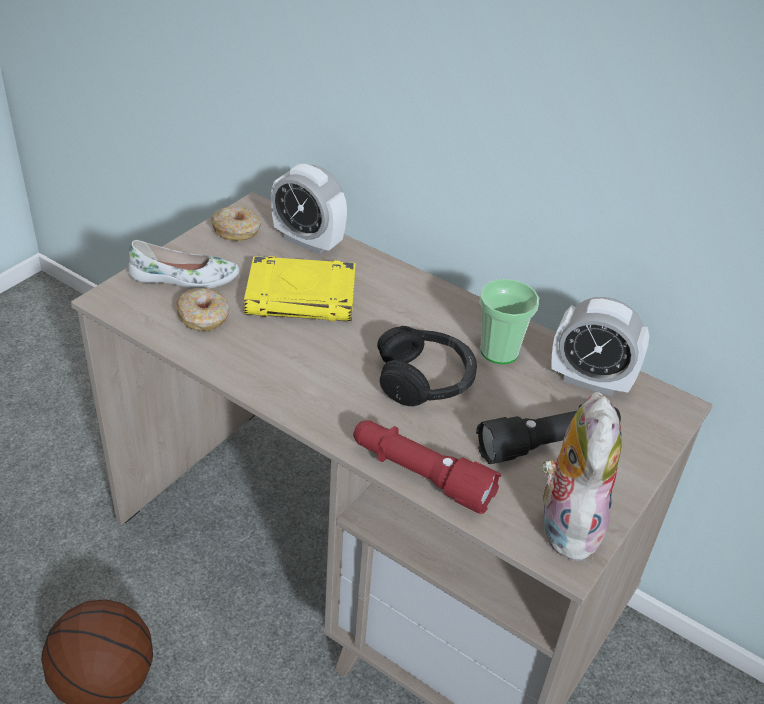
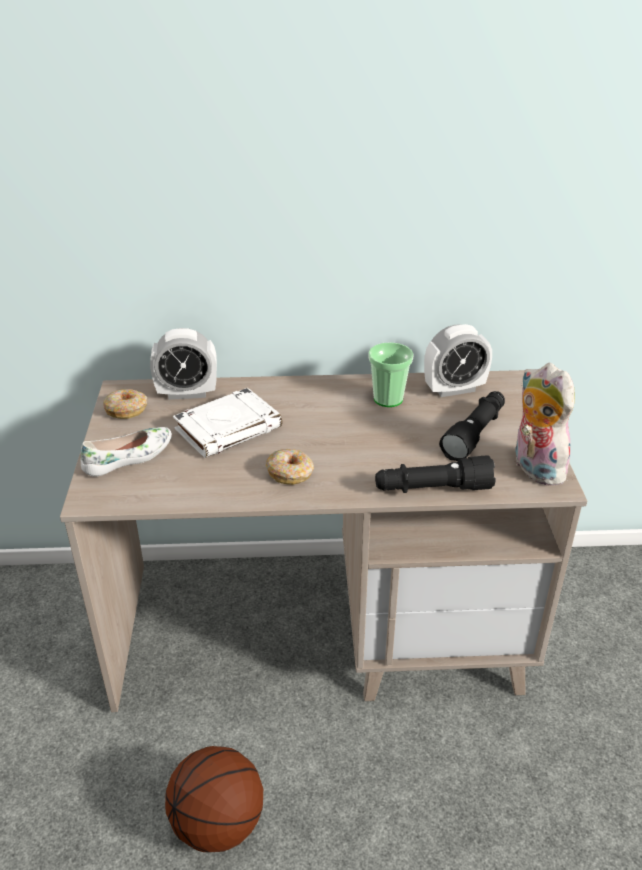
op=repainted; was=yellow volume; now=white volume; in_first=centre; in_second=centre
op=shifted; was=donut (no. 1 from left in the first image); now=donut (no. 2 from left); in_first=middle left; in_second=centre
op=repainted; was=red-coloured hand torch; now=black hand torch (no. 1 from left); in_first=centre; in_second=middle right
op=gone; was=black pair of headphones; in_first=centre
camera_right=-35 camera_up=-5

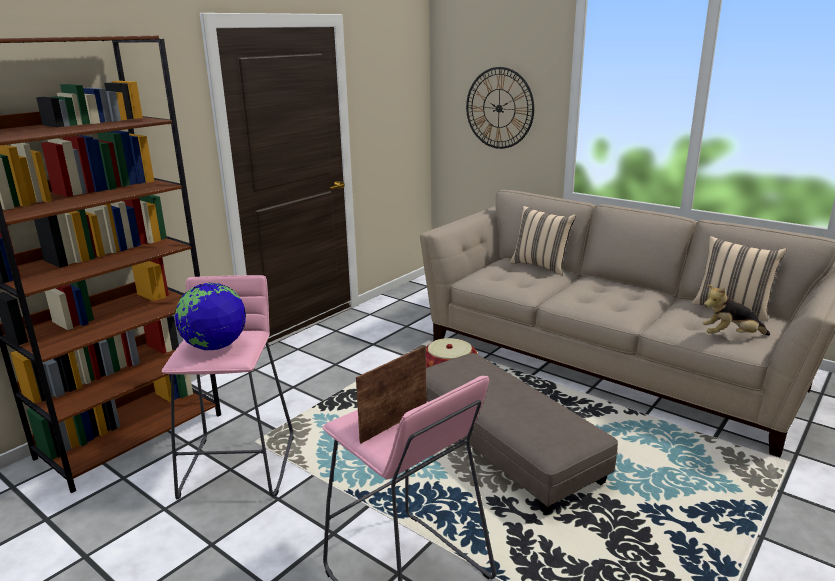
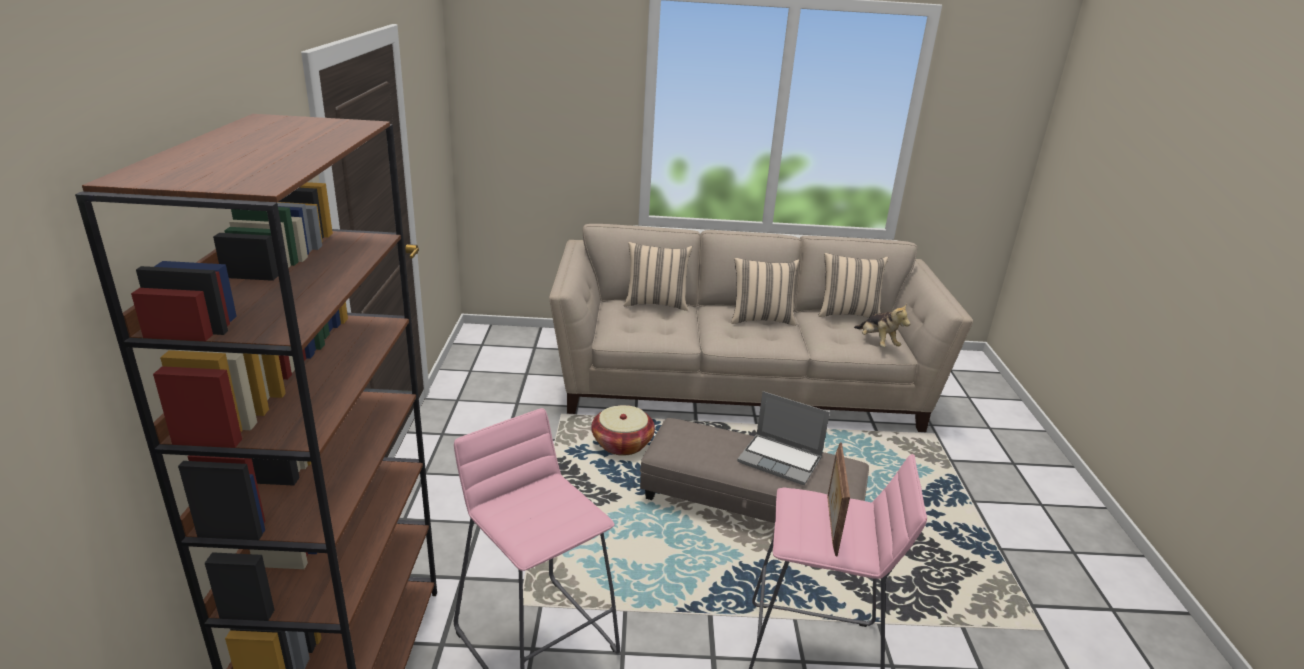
op=new; now=sand-coloured throw pillow (no. 2 from left); in_second=centre
op=new; now=notebook computer; in_second=centre
op=rotated; was=soft toy; in_first=middle right; in_second=middle right; clockwise=-75
op=gone; was=world globe; in_first=middle left
op=gone; was=hanging clock; in_first=top centre
camera_right=-40 camera_up=5

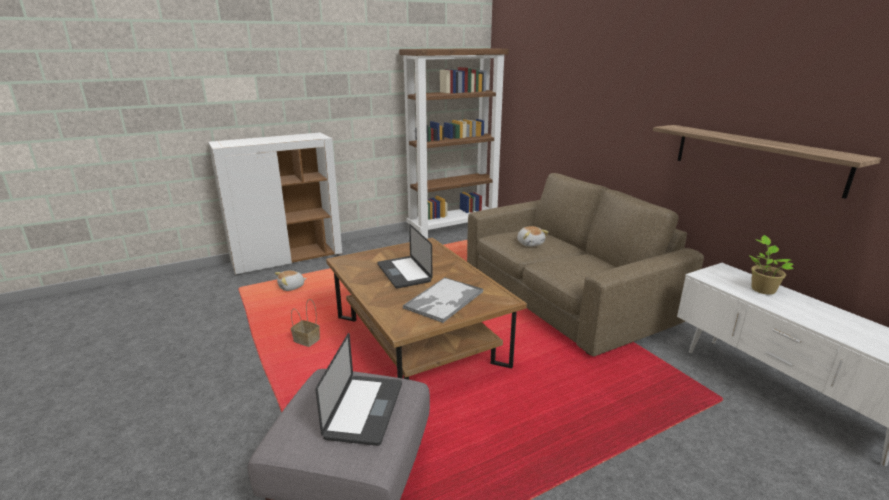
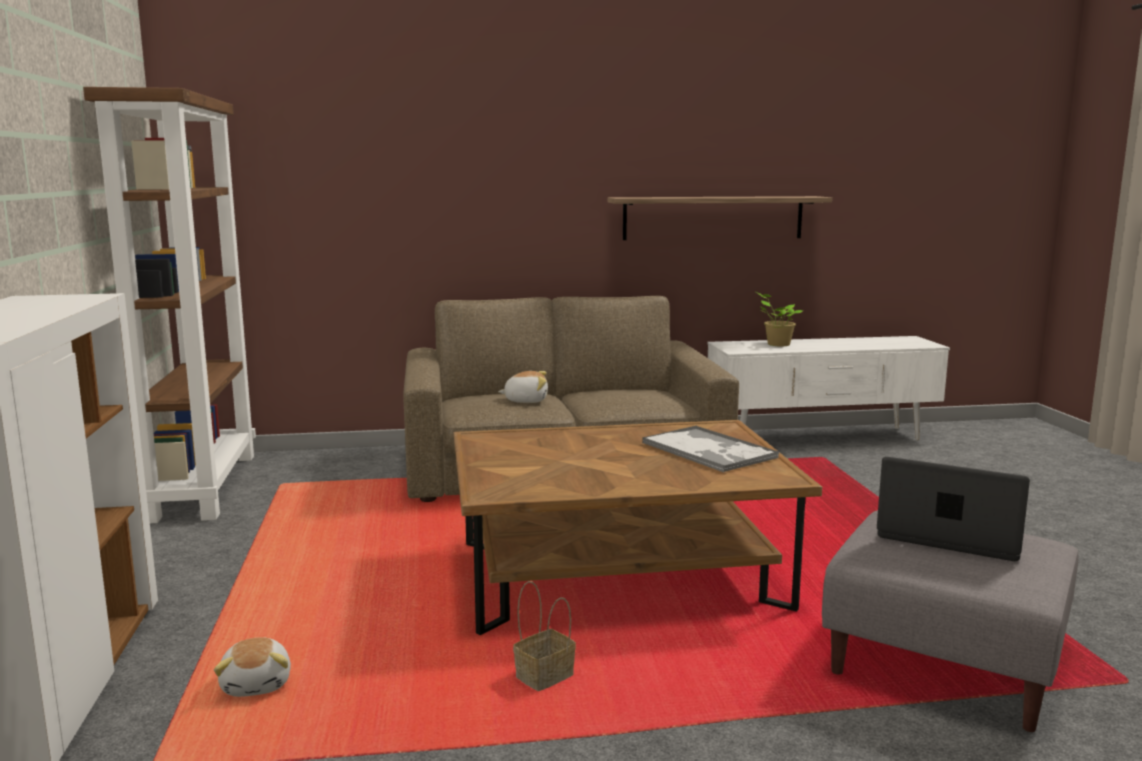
op=gone; was=notebook computer (no. 2 from left); in_first=centre
camera_right=-70 camera_up=-10

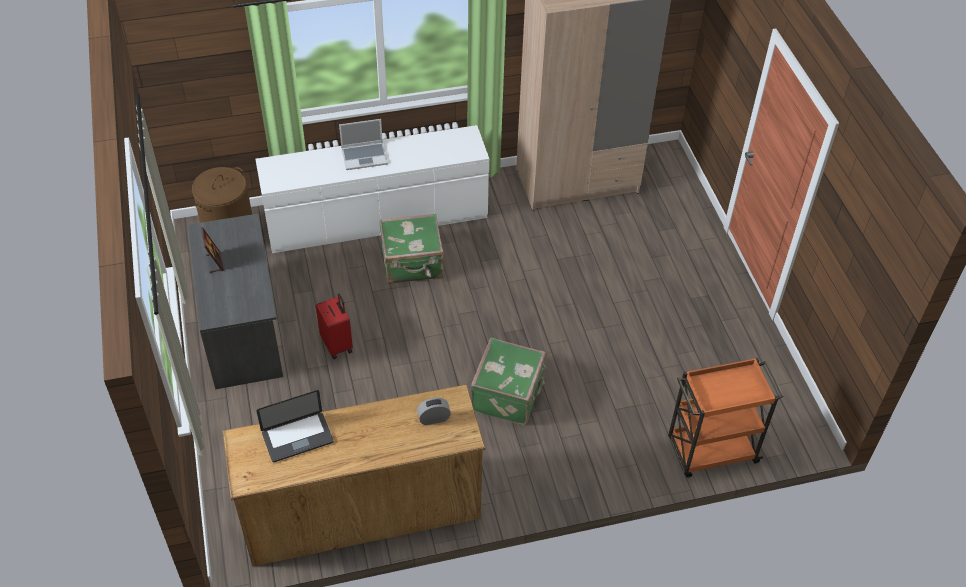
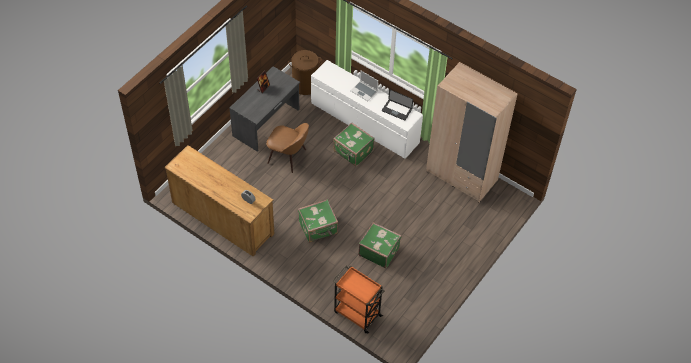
op=swapped; was=red-coloured suitcase; now=brownish plain chair; in_first=centre; in_second=centre
op=new; now=green suitcase (no. 3 from left); in_second=bottom centre
op=shifted; was=notebook computer (no. 1 from left in the first image); now=notebook computer (no. 2 from left); in_first=bottom left; in_second=top centre
camera_right=50 camera_up=5

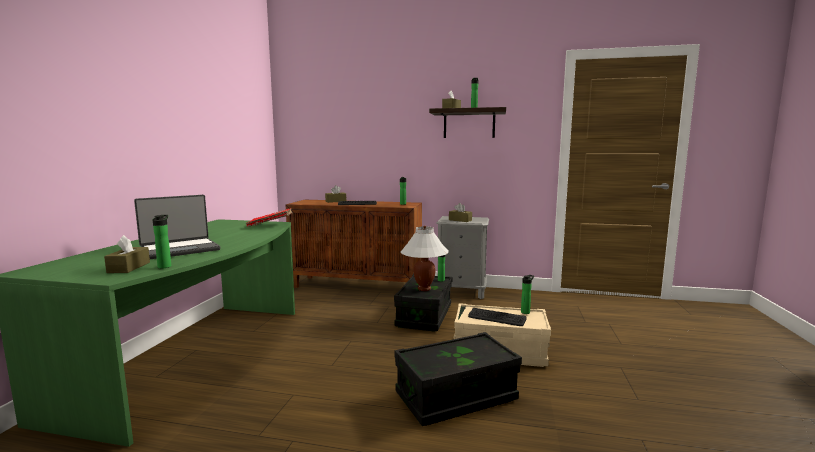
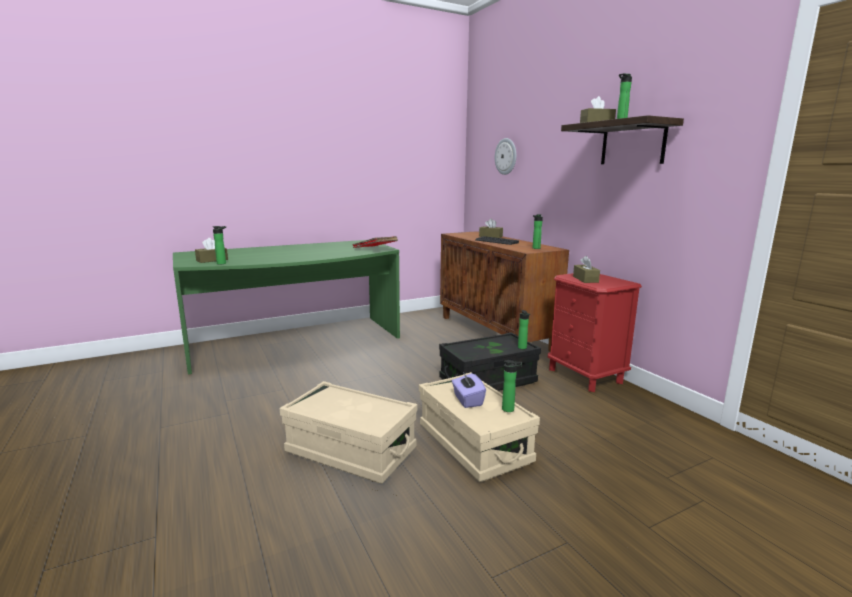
op=repainted; was=black storage container (no. 2 from left); now=sand-coloured storage container (no. 1 from left); in_first=bottom centre; in_second=bottom centre
op=swapped; was=keyboard (no. 2 from left); now=purple box of tissues; in_first=bottom centre; in_second=centre
op=new; now=hanging clock; in_second=top centre
op=repainted; was=gray night table; now=red-coloured night table; in_first=centre; in_second=middle right
op=gone; was=notebook computer; in_first=middle left
op=gone; was=white table lamp; in_first=centre
camera_right=50 camera_up=5

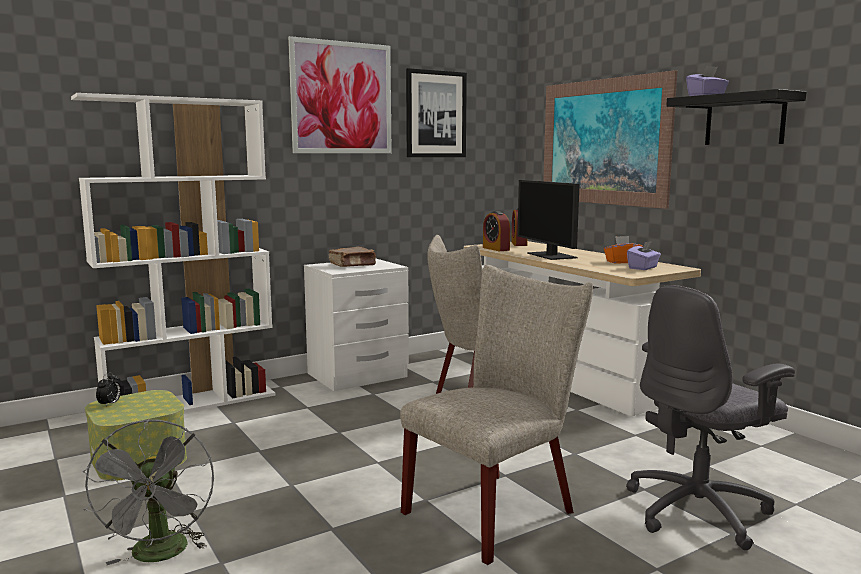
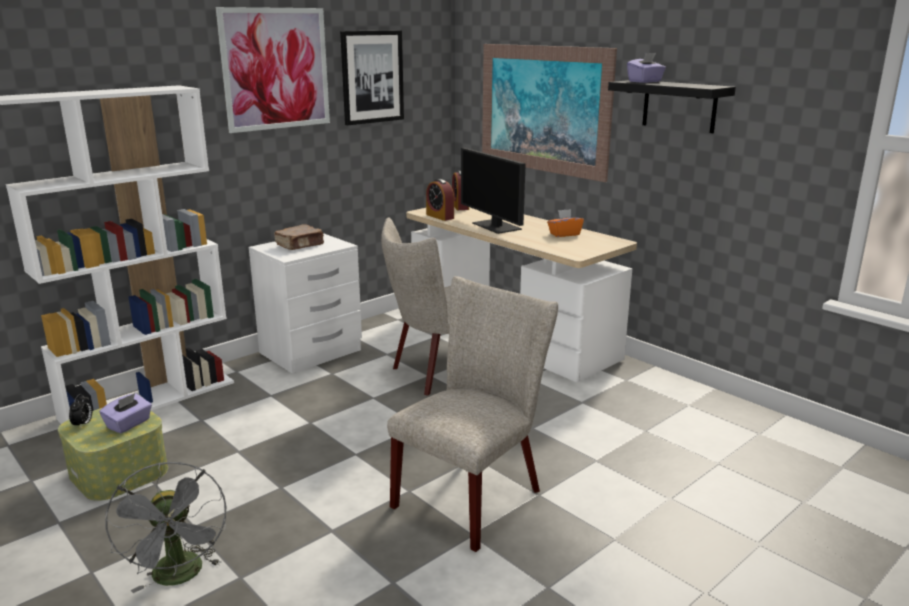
op=shifted; was=purple box of tissues (no. 1 from left); in_first=middle right; in_second=bottom left
op=gone; was=gray desk chair; in_first=bottom right
camera_right=-10 camera_up=10

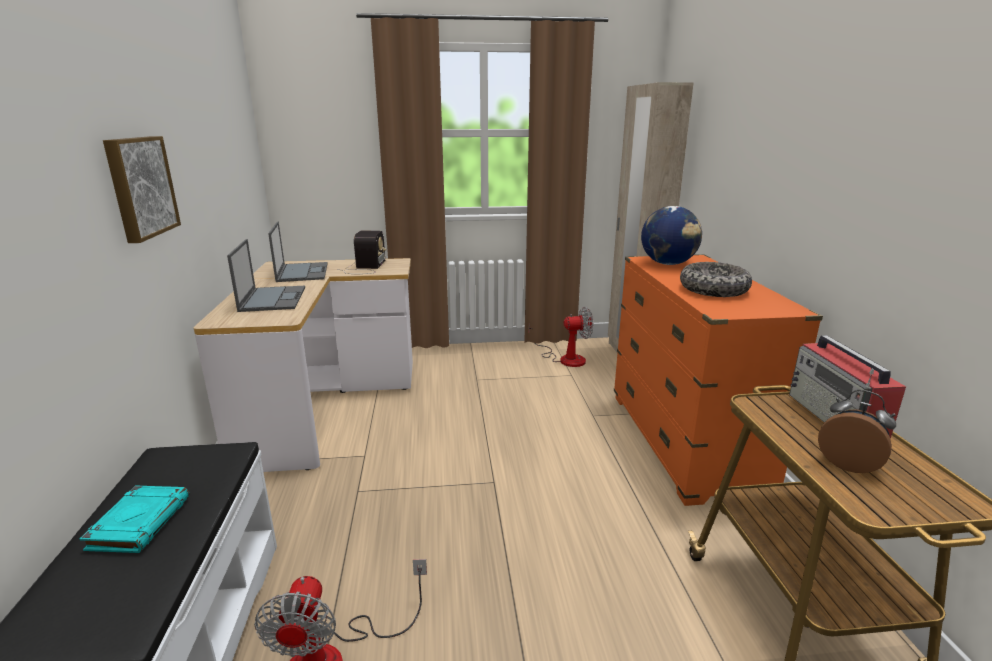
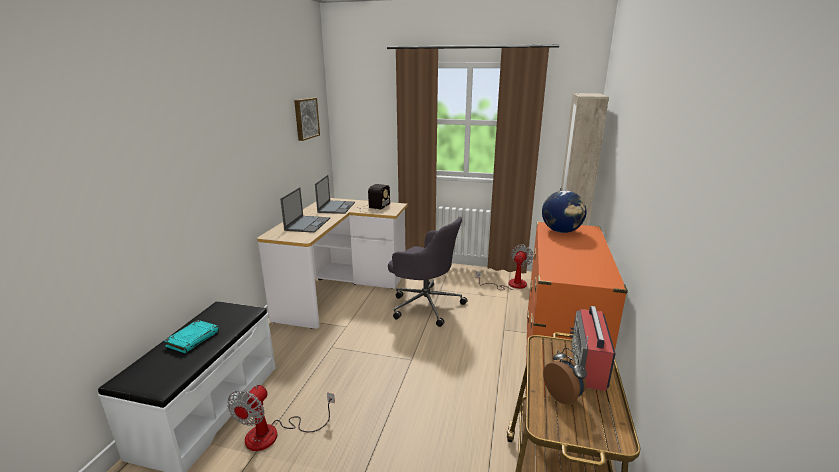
op=shifted; was=picture; in_first=top left; in_second=top centre
op=new; now=gray desk chair; in_second=centre
op=rotated; was=fan (no. 2 from left); in_first=centre; in_second=centre; clockwise=-75
op=gone; was=deep dish; in_first=middle right
camera_right=20 camera_up=0

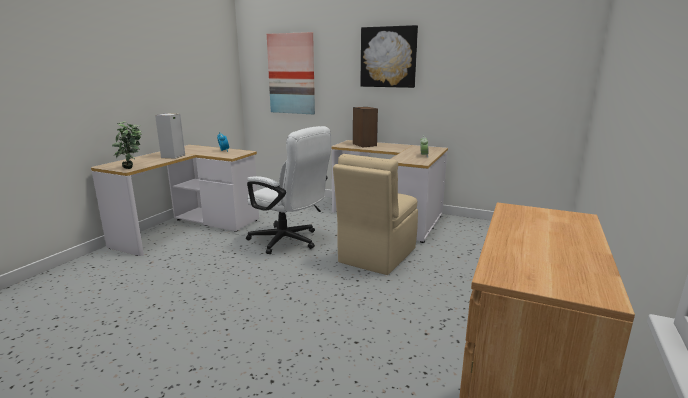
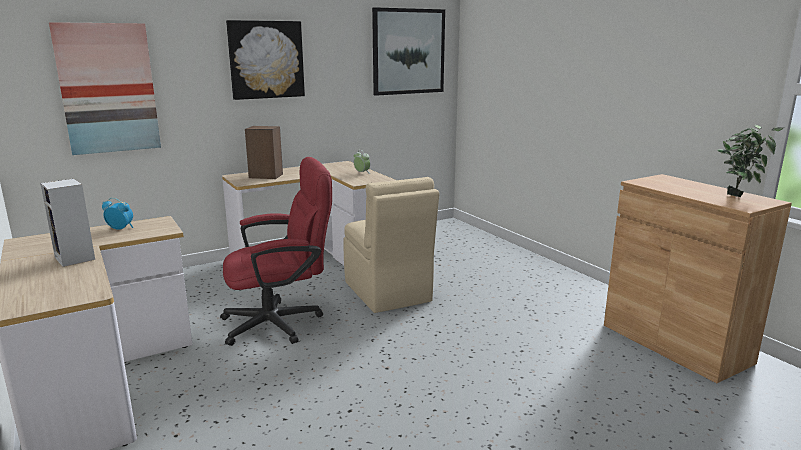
op=repainted; was=white desk chair; now=red-coloured desk chair; in_first=centre; in_second=centre
op=new; now=picture (no. 3 from left); in_second=top centre
op=shifted; was=houseplant; in_first=middle left; in_second=middle right
camera_right=-55 camera_up=0

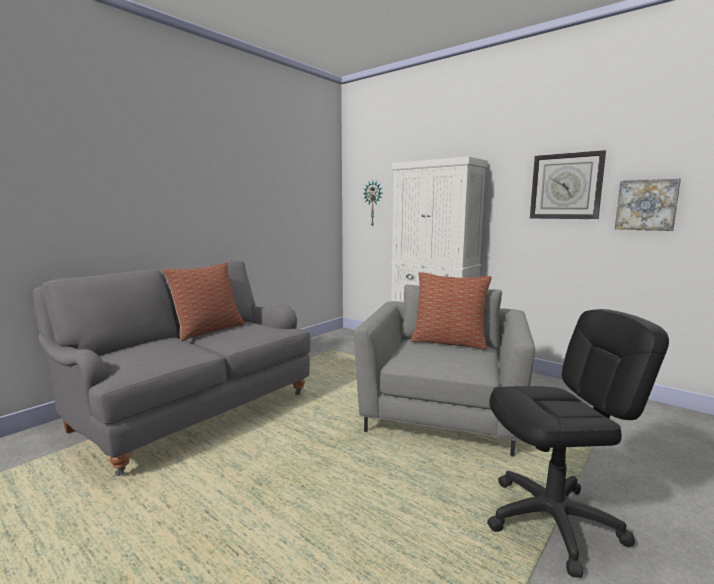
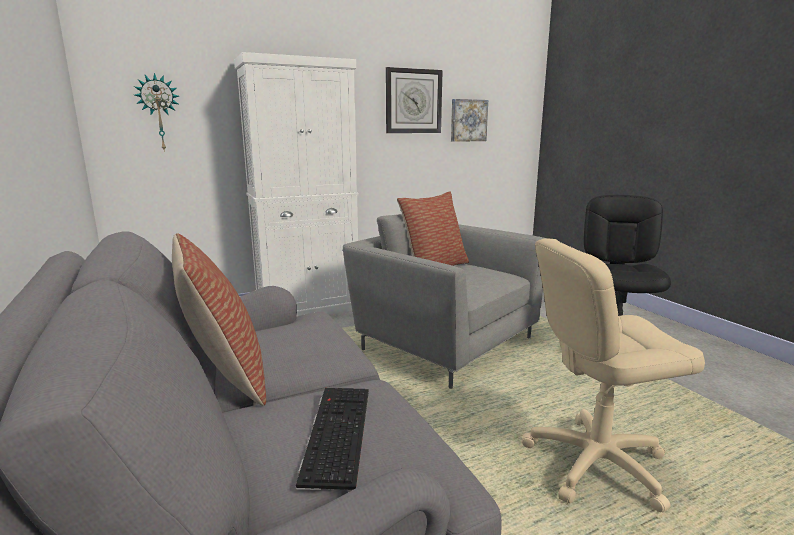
op=new; now=keyboard; in_second=bottom centre
op=new; now=sand-coloured desk chair; in_second=bottom right
camera_right=-65 camera_up=5

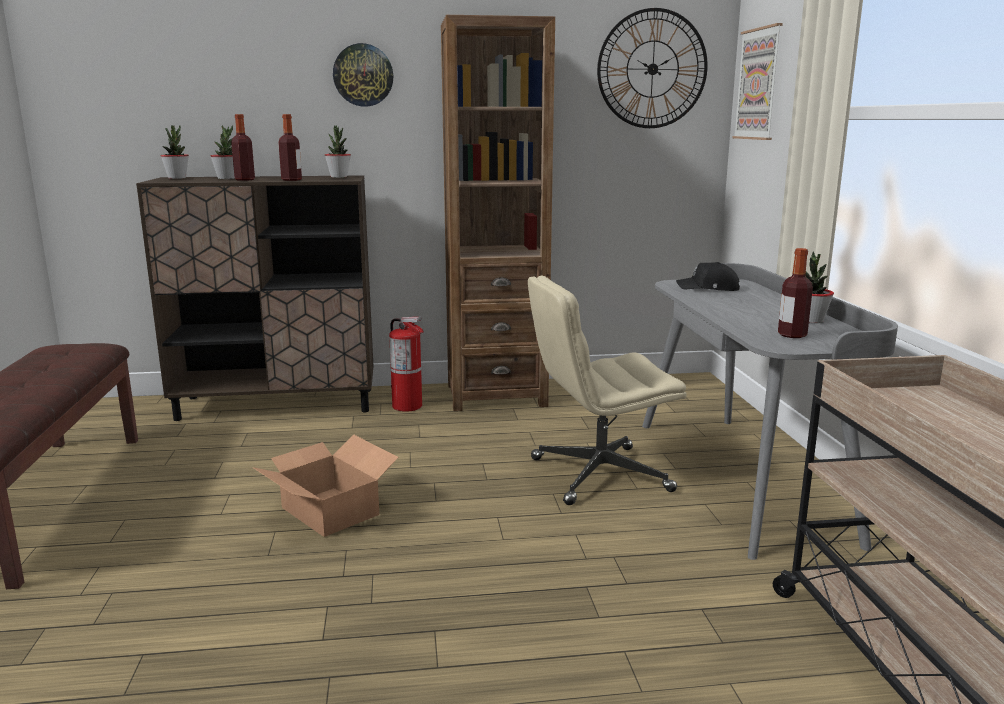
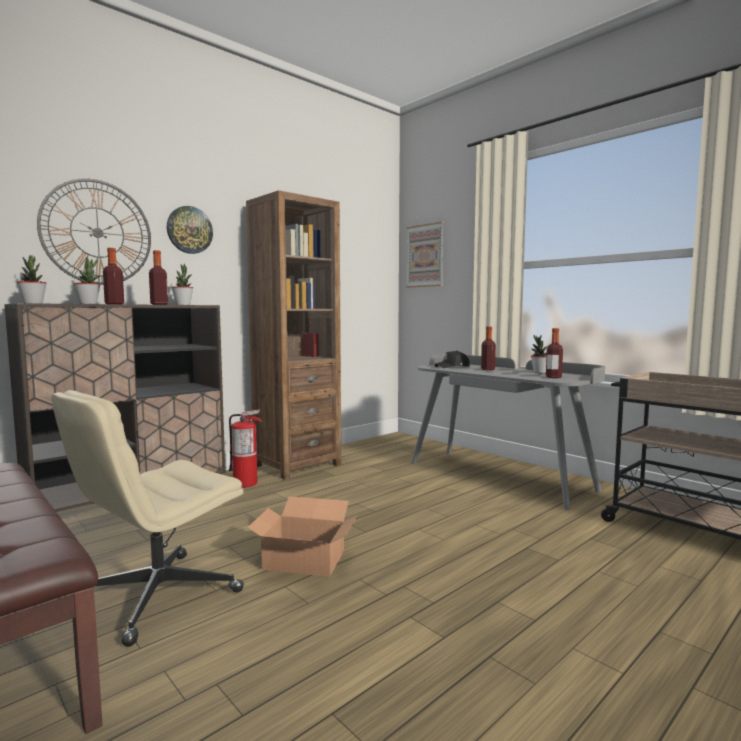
op=shifted; was=hanging clock (no. 2 from left in the first image); now=hanging clock (no. 1 from left); in_first=top centre; in_second=top left
op=shifted; was=sand-coloured desk chair; in_first=centre; in_second=bottom left
op=new; now=drink bottle (no. 3 from left); in_second=centre
camera_right=-35 camera_up=-10

